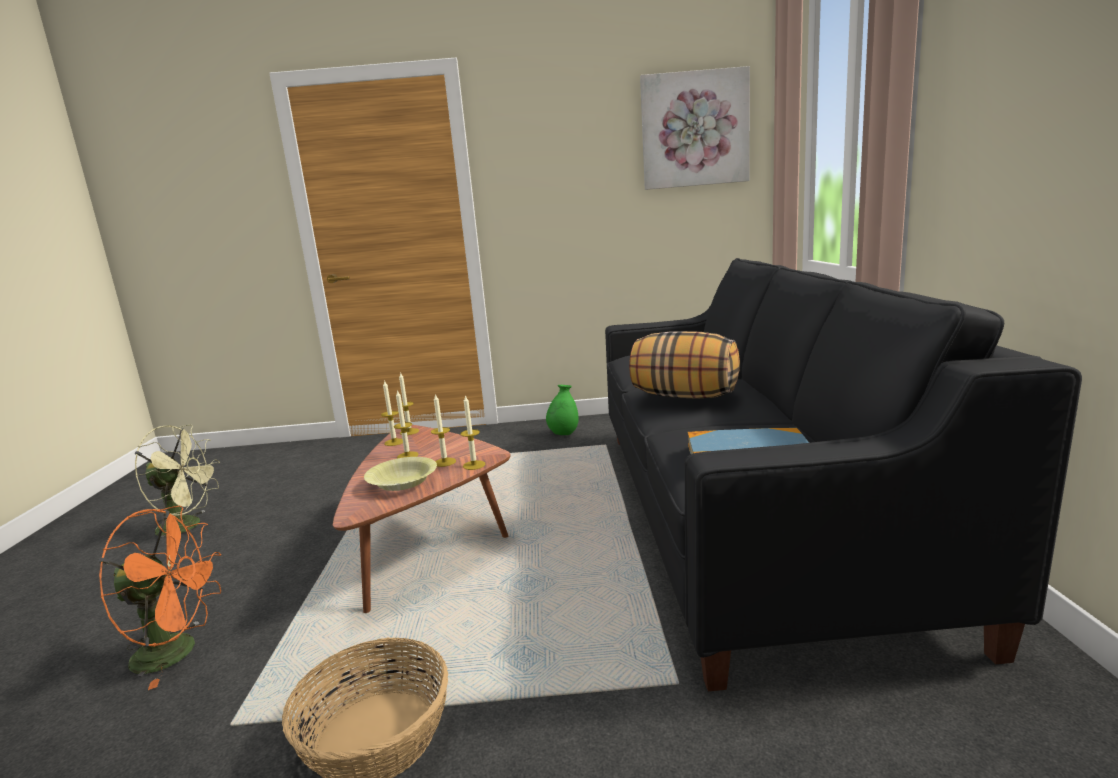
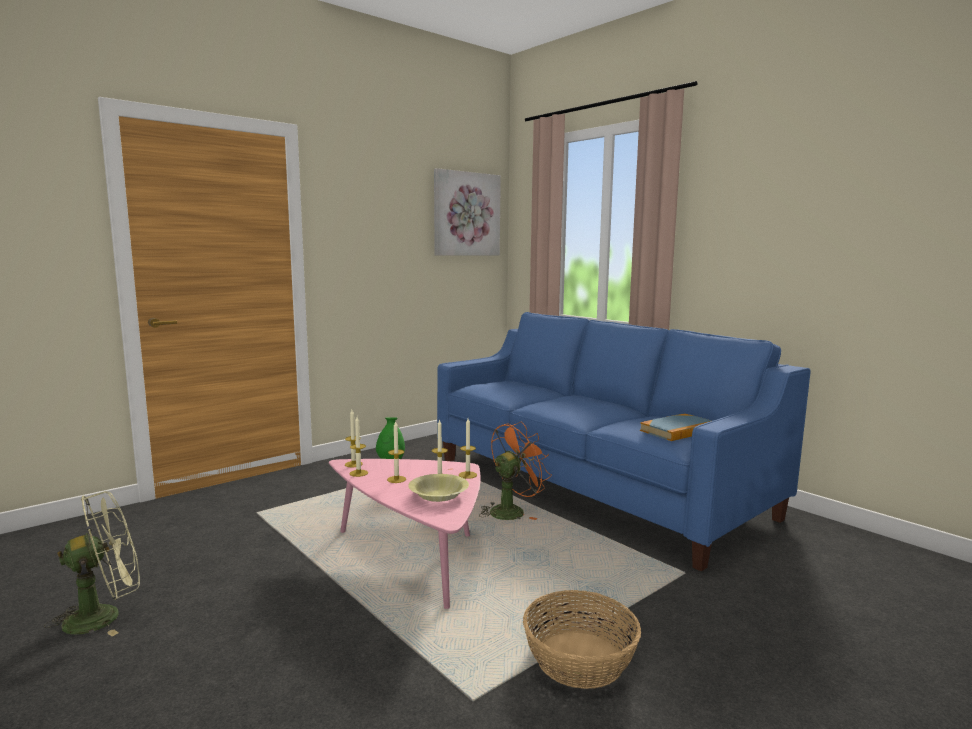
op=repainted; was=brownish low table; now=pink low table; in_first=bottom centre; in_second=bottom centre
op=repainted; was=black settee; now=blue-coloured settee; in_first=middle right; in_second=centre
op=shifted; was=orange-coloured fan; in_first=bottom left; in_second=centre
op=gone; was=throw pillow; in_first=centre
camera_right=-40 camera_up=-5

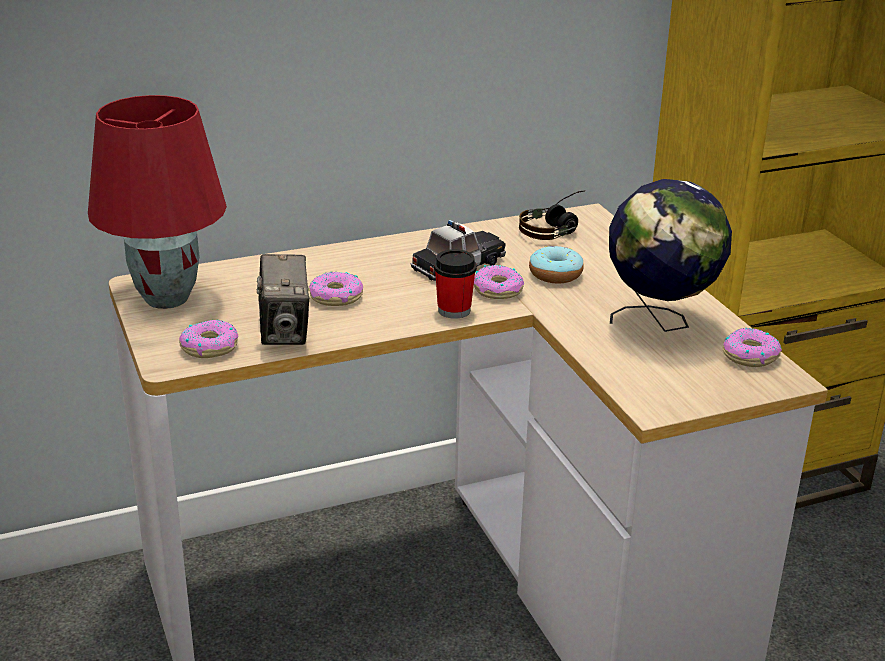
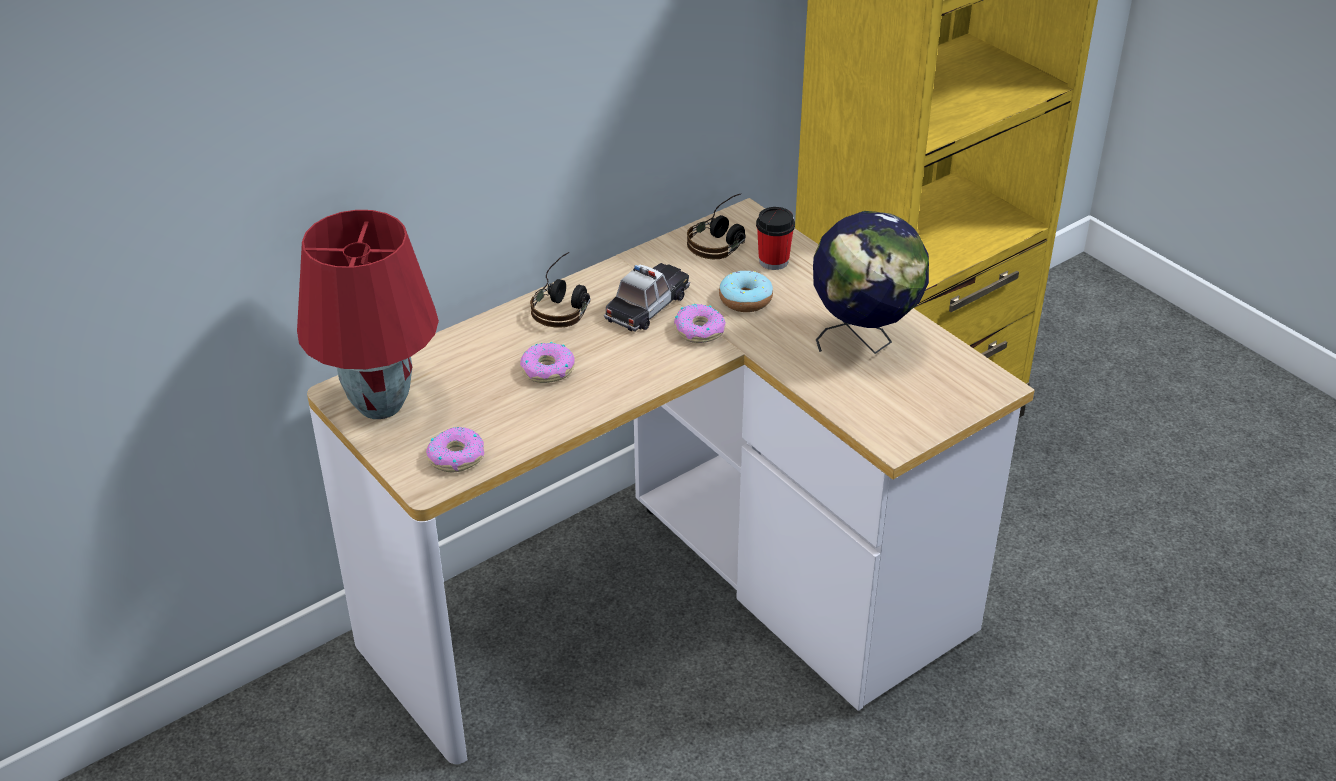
op=new; now=pair of headphones (no. 1 from left); in_second=centre
op=shifted; was=drinking cup; in_first=centre; in_second=top centre
op=gone; was=still camera; in_first=middle left
op=gone; was=donut (no. 5 from left); in_first=middle right
camera_right=-15 camera_up=10

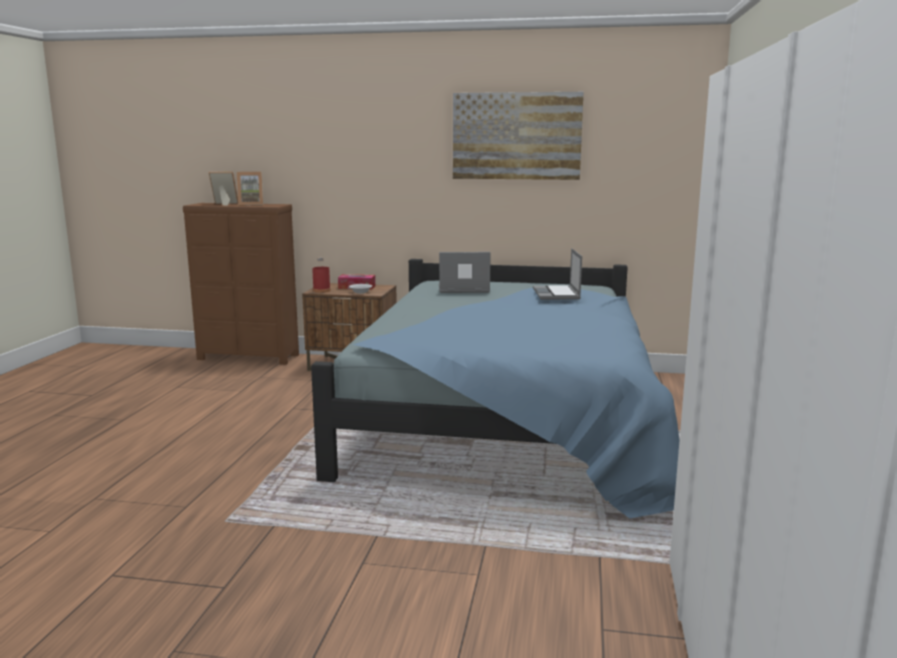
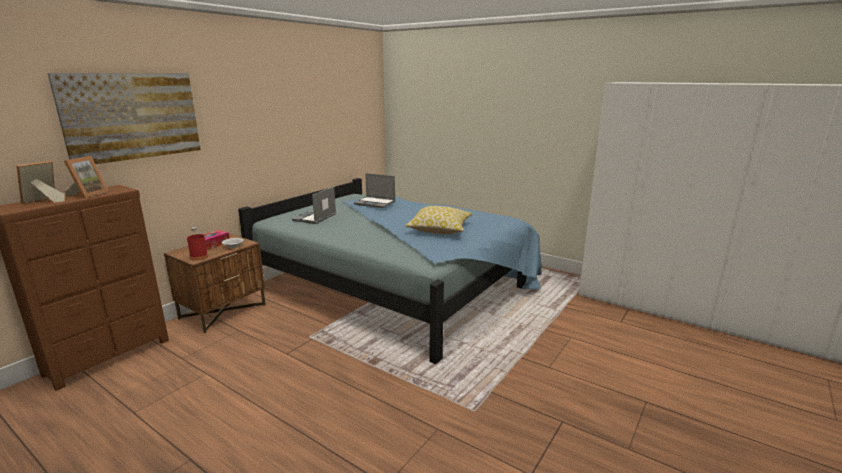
op=shifted; was=picture; in_first=top centre; in_second=top left
op=new; now=throw pillow; in_second=centre
camera_right=-65 camera_up=5

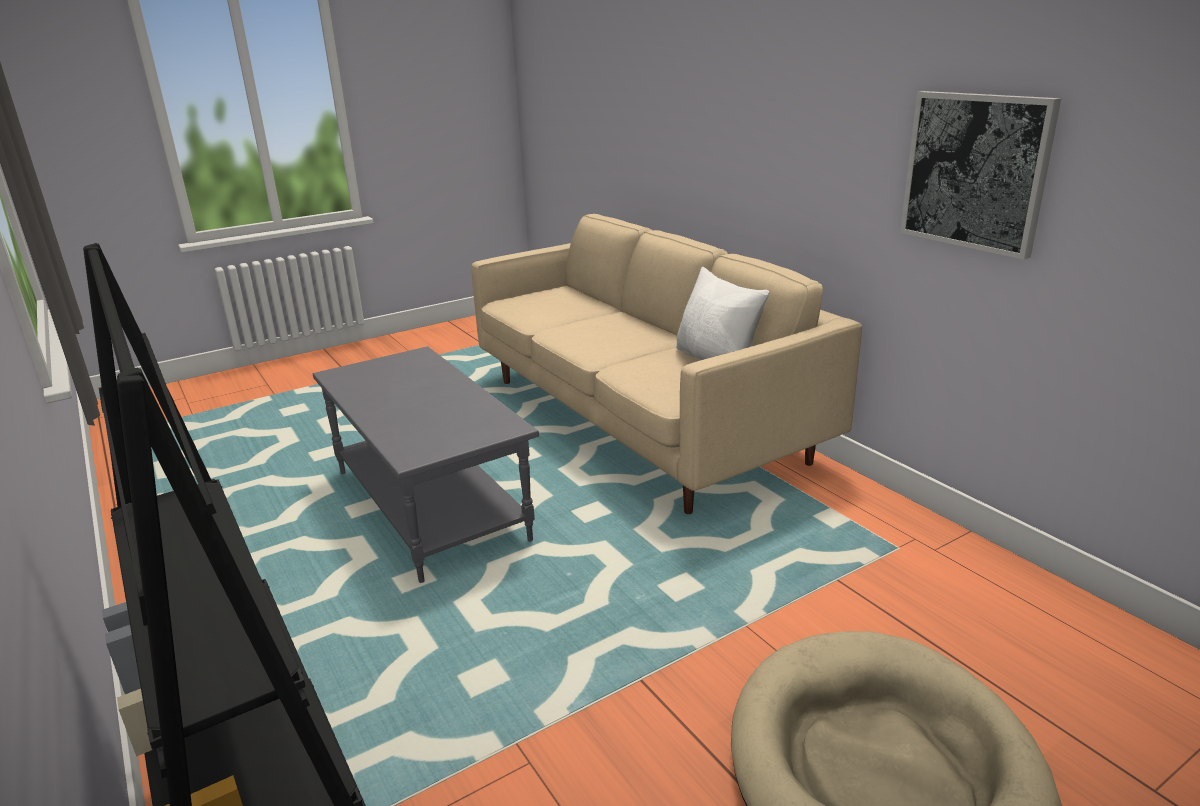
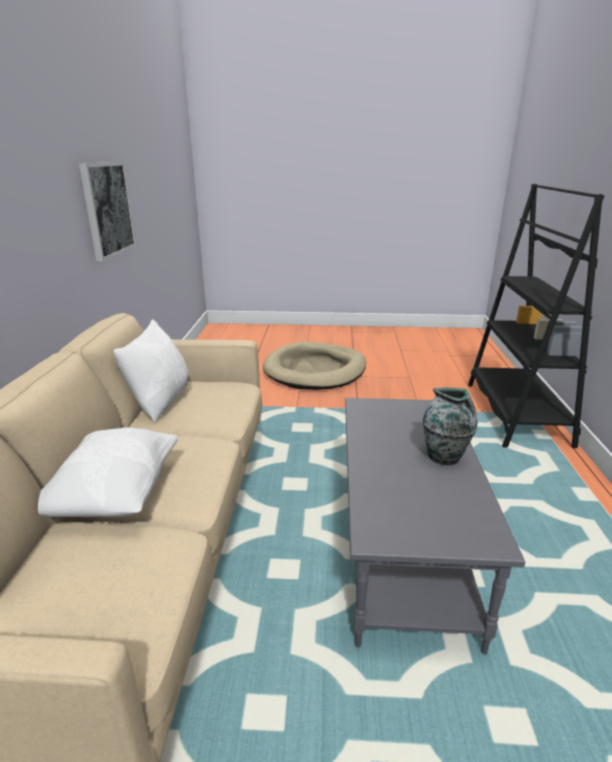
op=new; now=white throw pillow (no. 1 from left); in_second=middle left
op=new; now=vase; in_second=middle right
camera_right=-145 camera_up=0

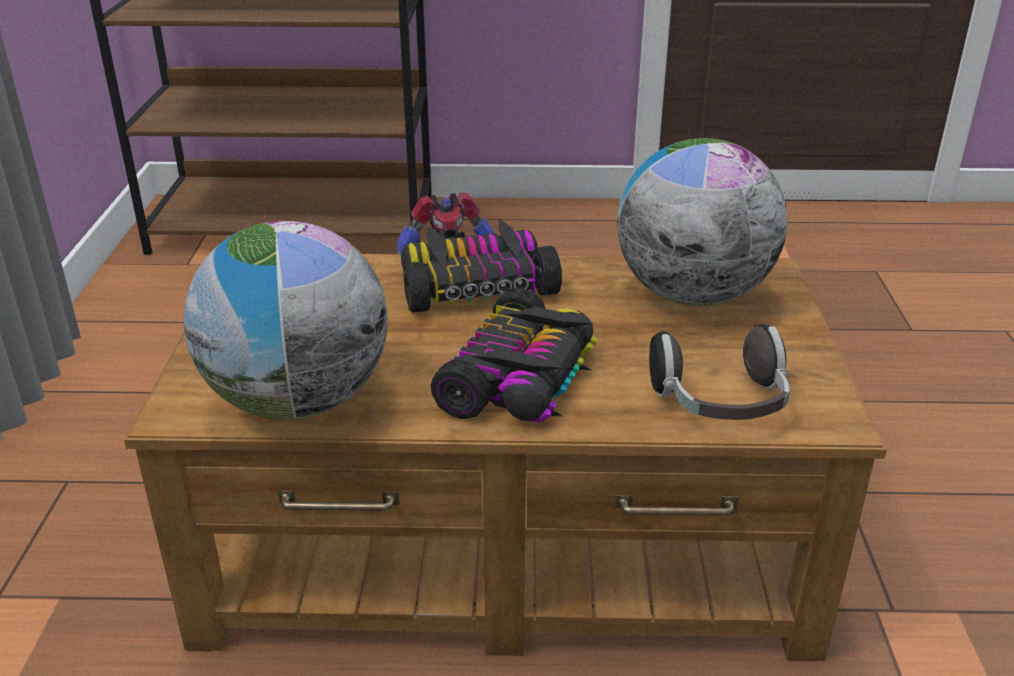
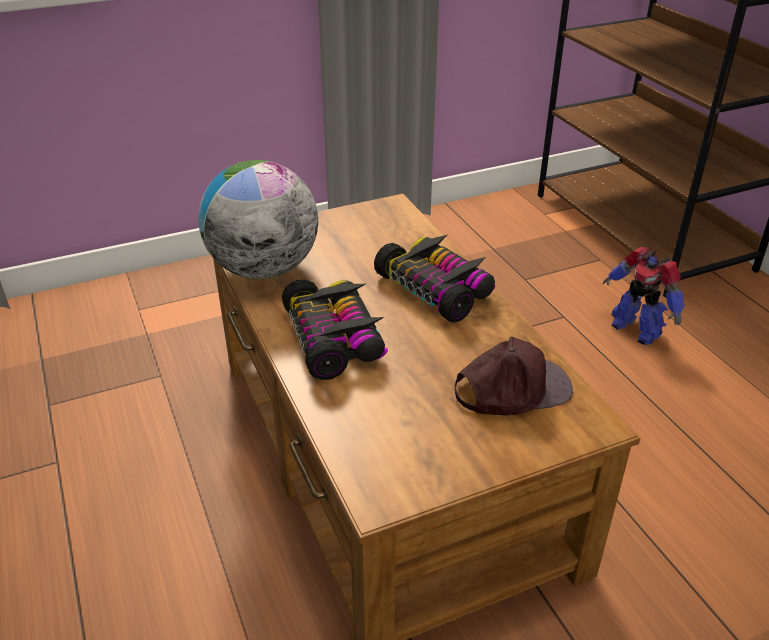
op=rotated; was=miniature car (no. 2 from left in the first image); in_first=centre; in_second=centre; clockwise=-105
op=swapped; was=world globe (no. 2 from left); now=brownish cap; in_first=top right; in_second=middle right
op=gone; was=pair of headphones; in_first=middle right
camera_right=65 camera_up=5

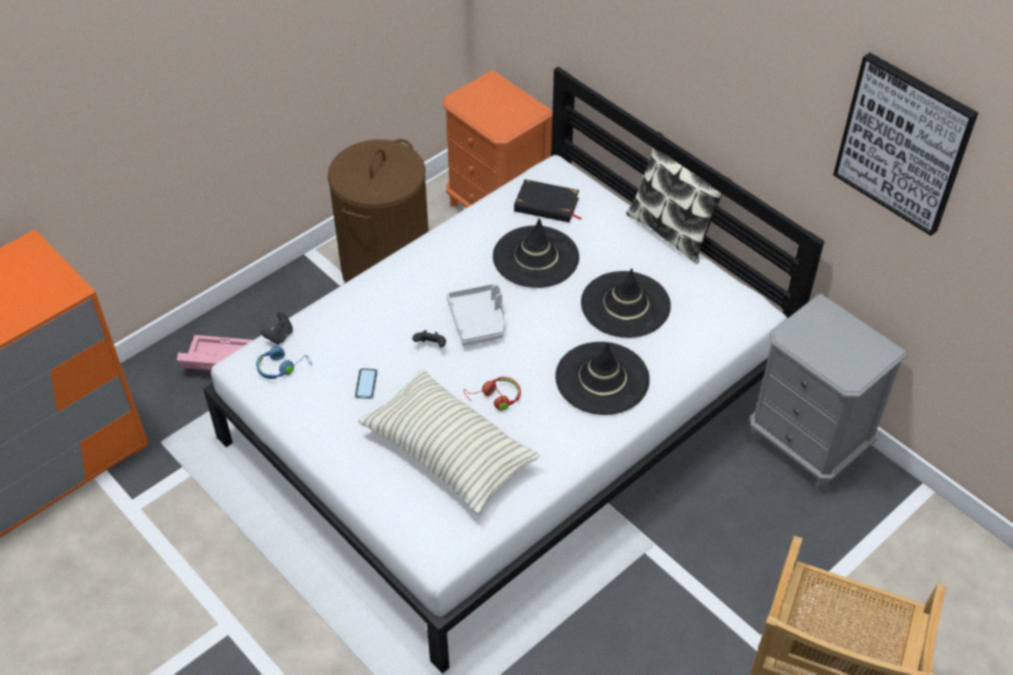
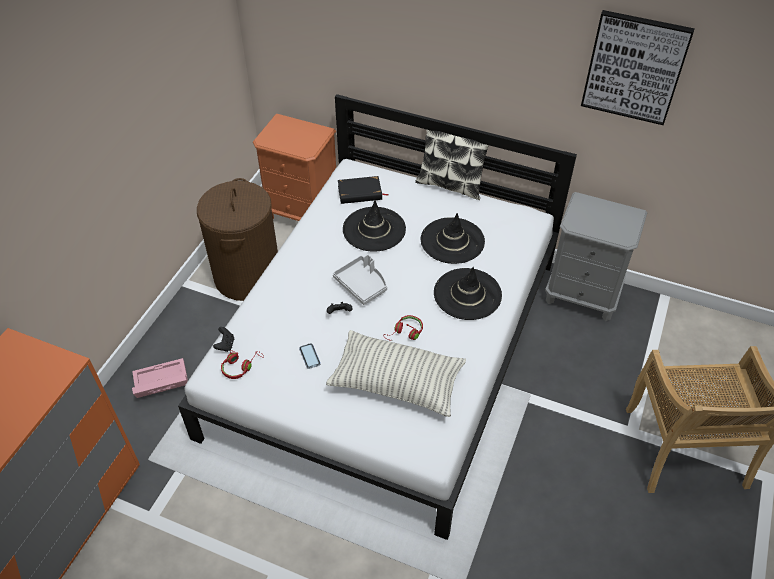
op=repainted; was=blue-coloured pair of headphones; now=red-coloured pair of headphones (no. 1 from left); in_first=middle left; in_second=middle left
camera_right=-25 camera_up=0

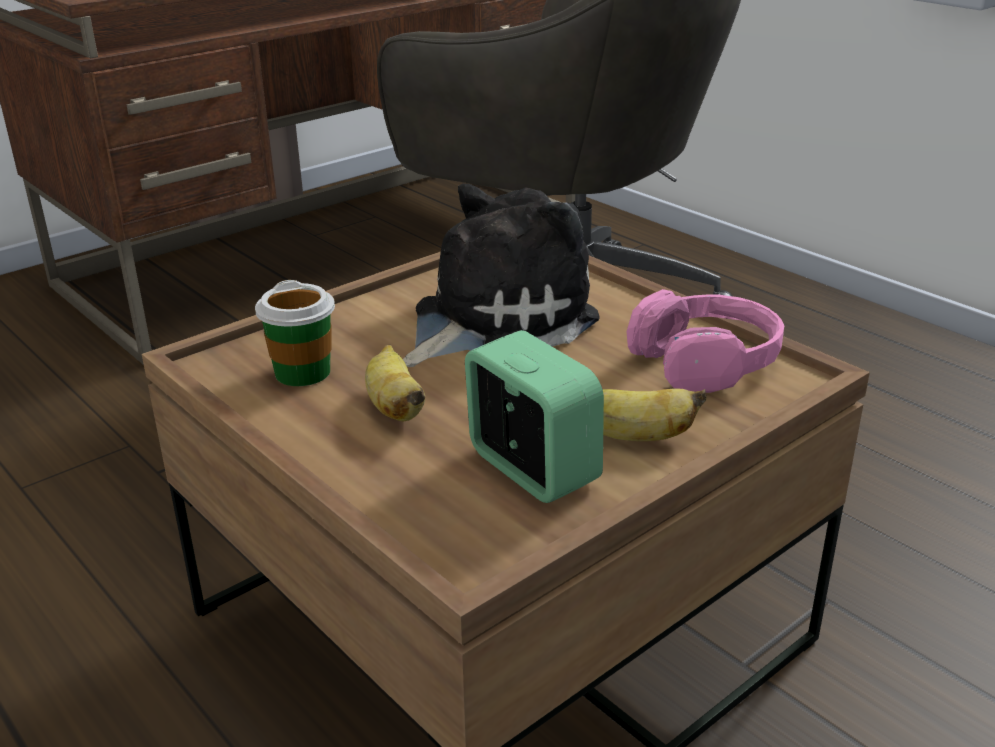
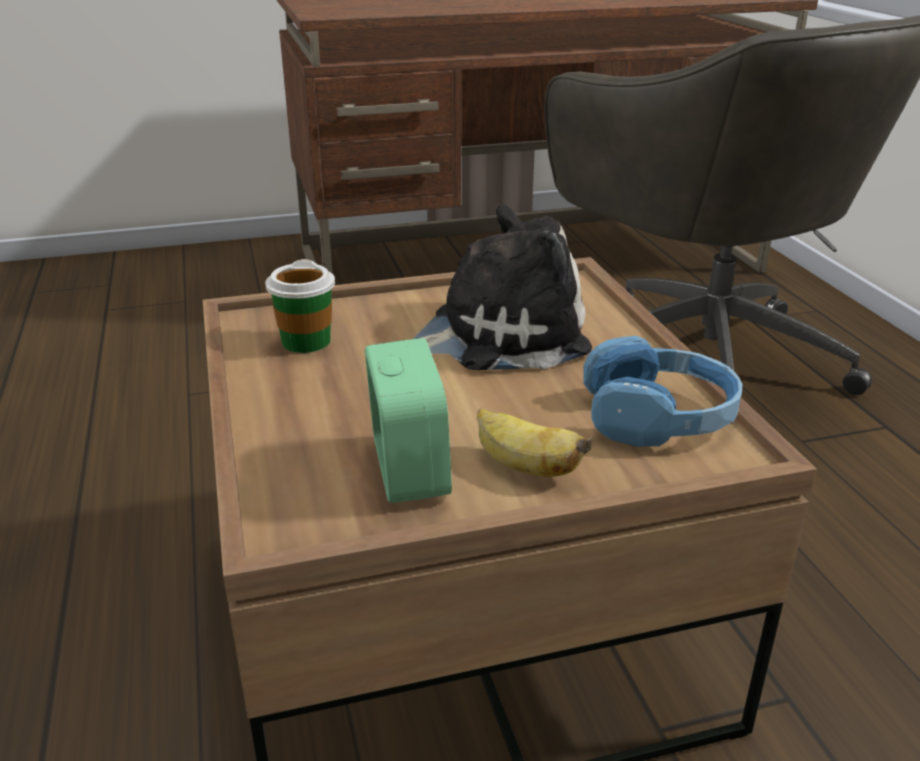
op=repainted; was=pink pair of headphones; now=blue-coloured pair of headphones; in_first=middle right; in_second=middle right
op=gone; was=banana (no. 1 from left); in_first=centre
camera_right=25 camera_up=0

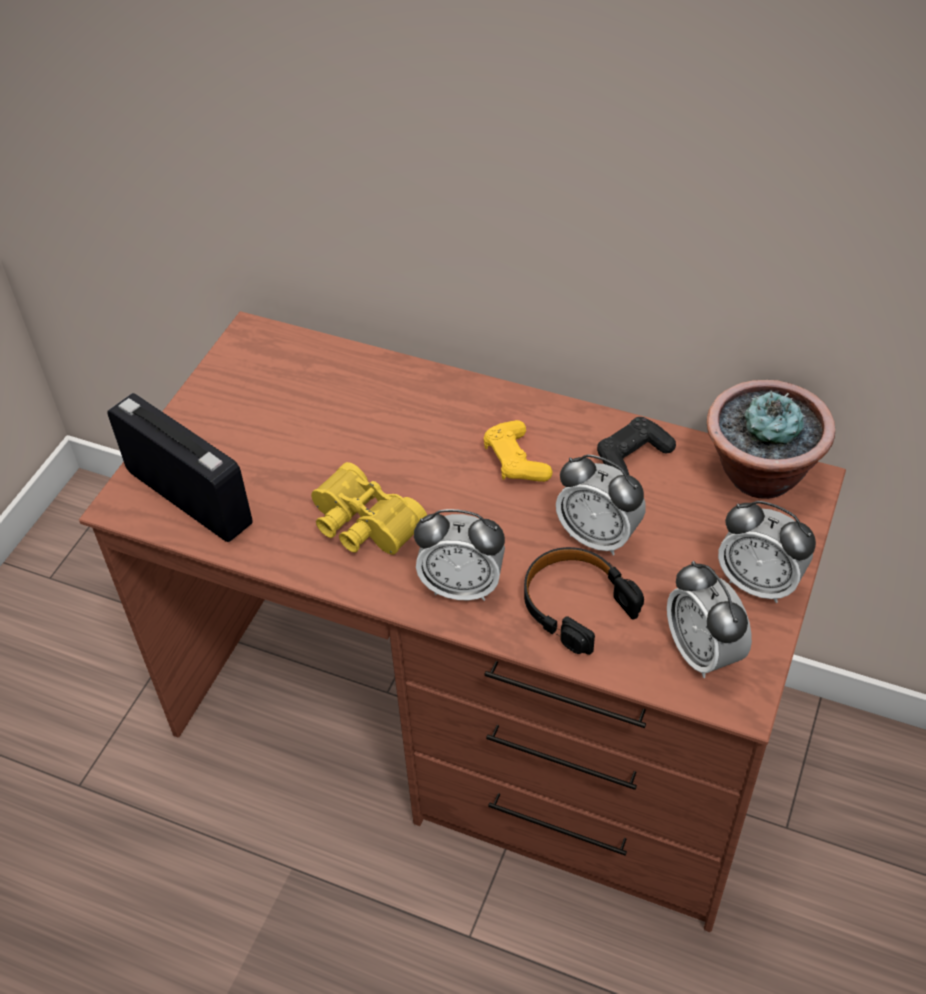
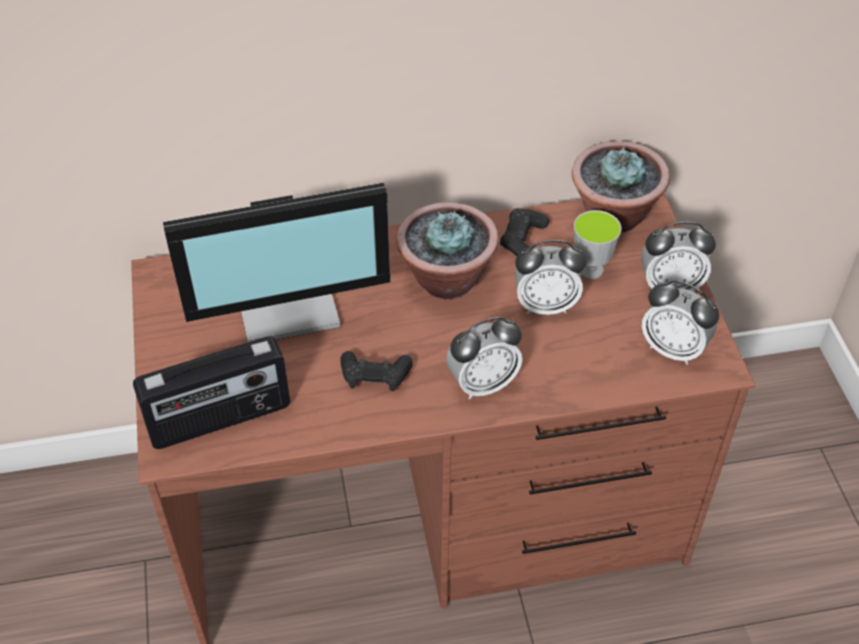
op=rotated; was=radio receiver; in_first=middle left; in_second=middle left; clockwise=150
op=new; now=monitor; in_second=middle left
op=swapped; was=yellow field glasses; now=black game controller (no. 1 from left); in_first=centre; in_second=centre
op=swapped; was=yellow game controller; now=houseplant (no. 1 from left); in_first=centre; in_second=centre
op=new; now=drinking cup; in_second=middle right
op=gone; was=black pair of headphones; in_first=centre
camera_right=-35 camera_up=0

